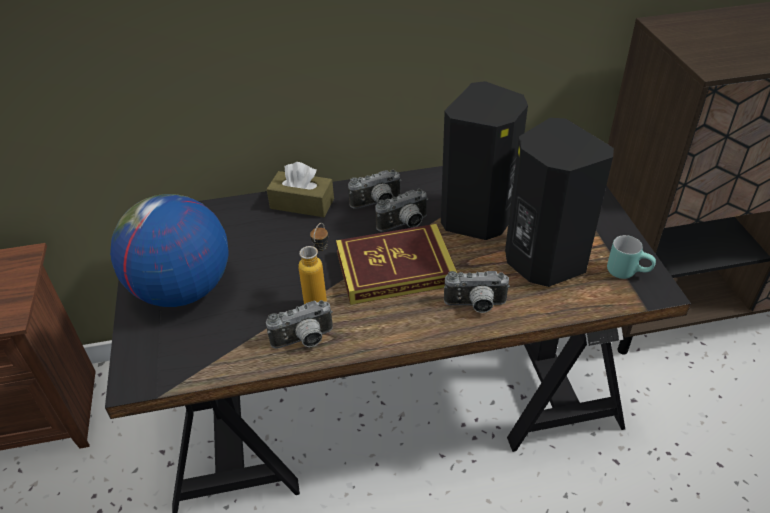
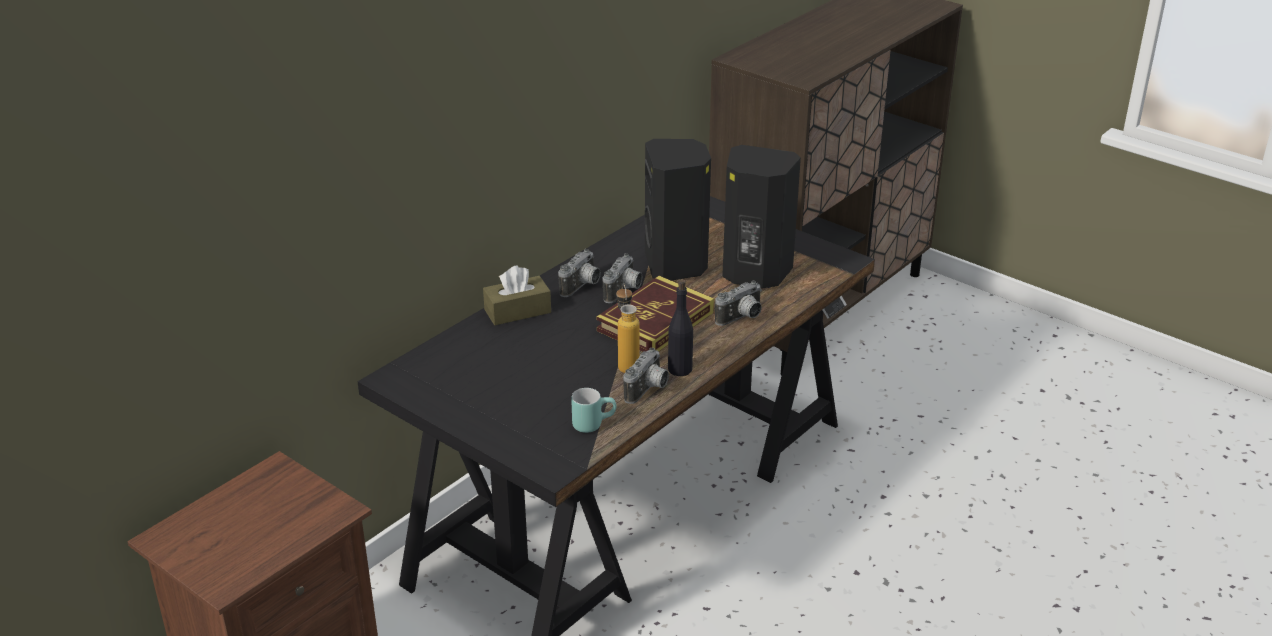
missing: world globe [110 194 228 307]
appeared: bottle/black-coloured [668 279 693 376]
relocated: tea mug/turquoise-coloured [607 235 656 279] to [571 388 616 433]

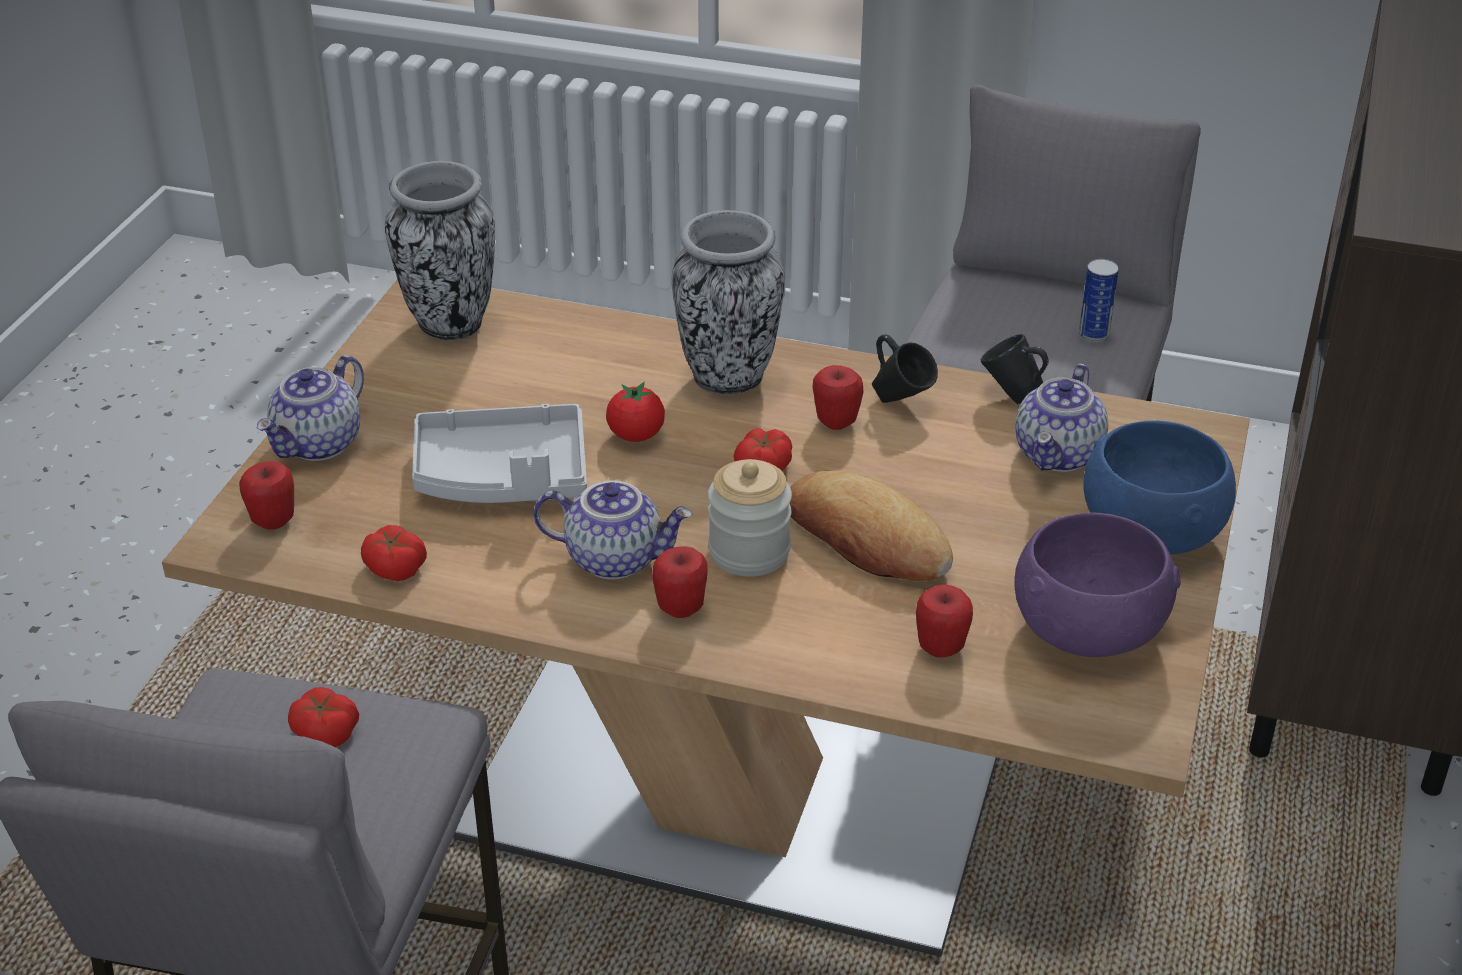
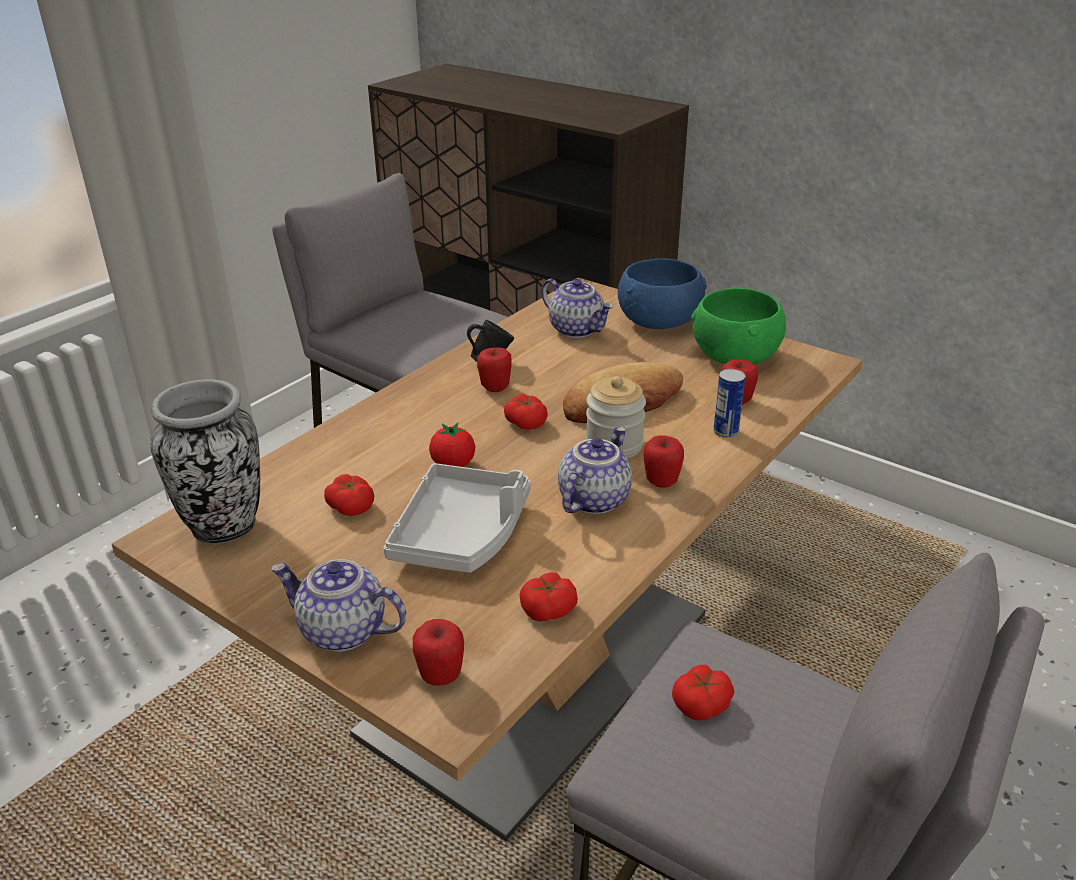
missing: vase [672 210 785 395]; tea mug/black-coloured [981 334 1049 404]
appeared: tomato [324 474 374 516]
relocated: can [1079 259 1119 342] to [713 369 746 438]
colour: serving bowl/purple-coloured [1014 513 1181 657] to serving bowl/green-coloured [691 288 786 365]
spun: teapot [256 355 364 461] = [271 559 406 652] 150 degrees clockwise

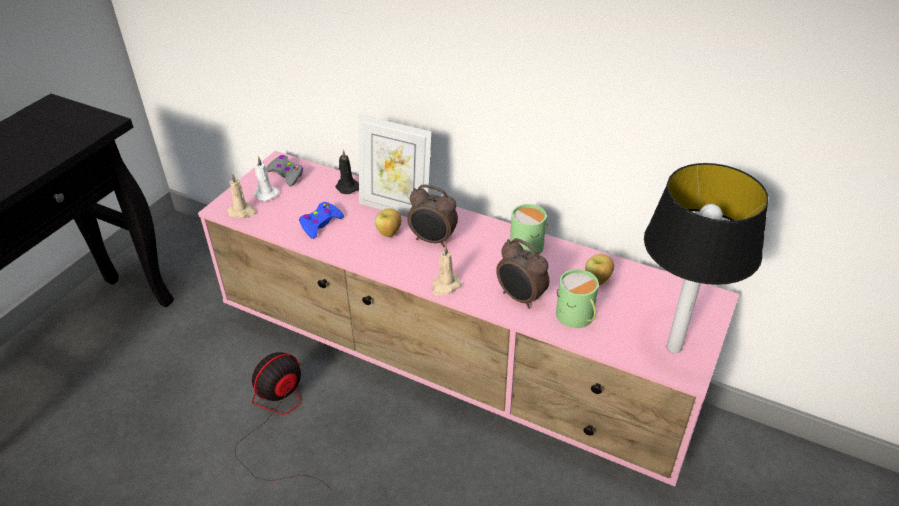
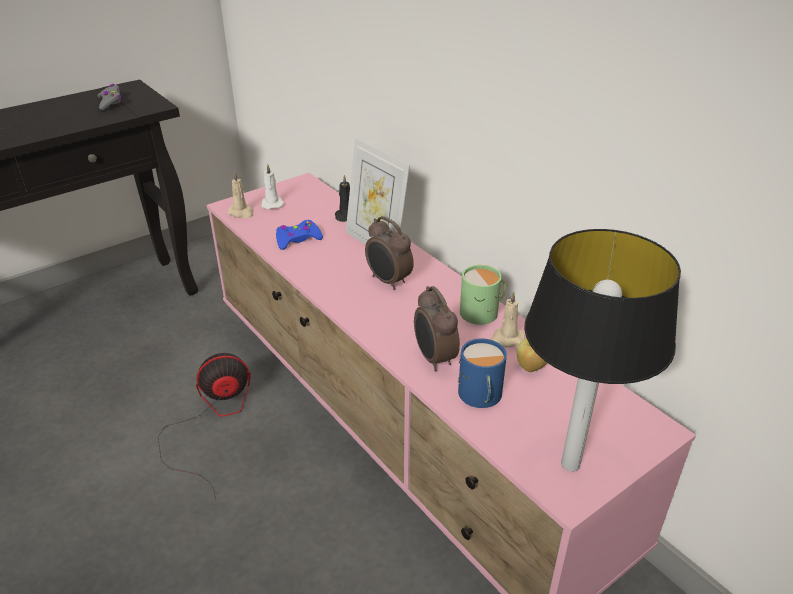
missing: apple [375 208 401 237]
relocated: joypad/greyish [266 155 303 187] to [98 84 121 110]; wax light/beige-coloured [432 246 461 295] to [490 291 525 348]
colour: tea mug/green-coloured [556 269 599 328] to tea mug/blue-coloured [458 338 507 408]

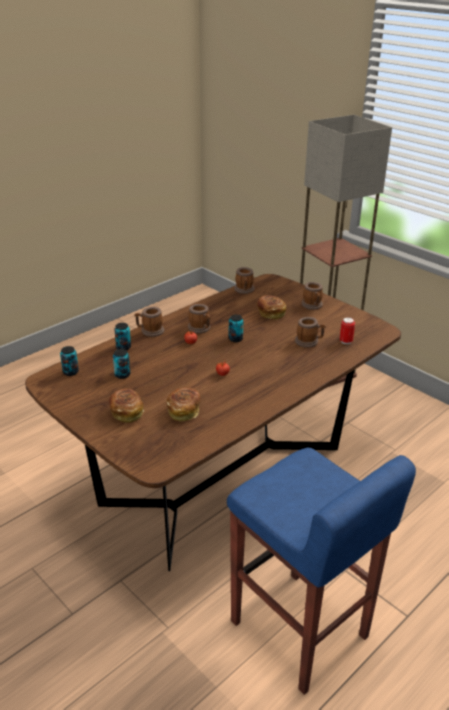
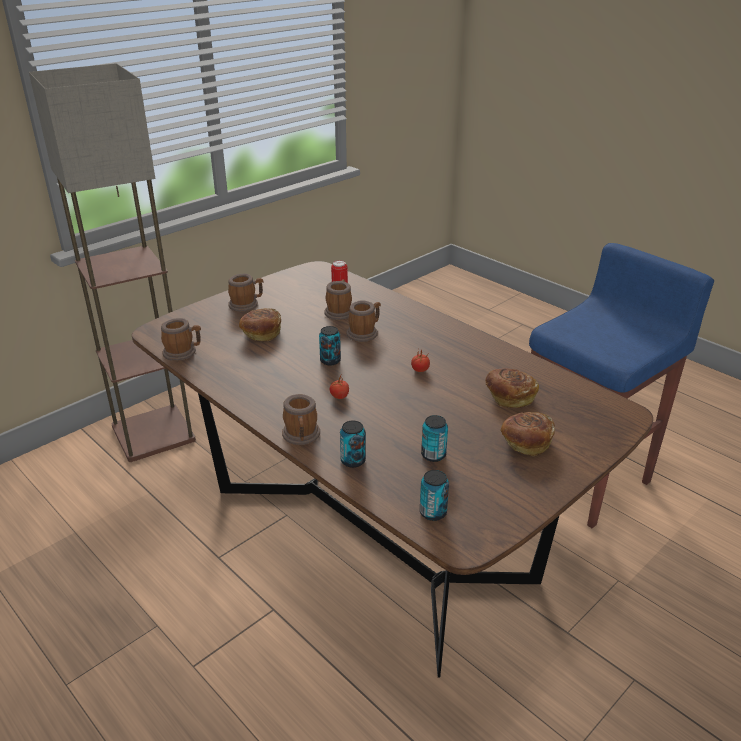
relocated: tea mug [188 304 210 333] to [347 300 381 342]

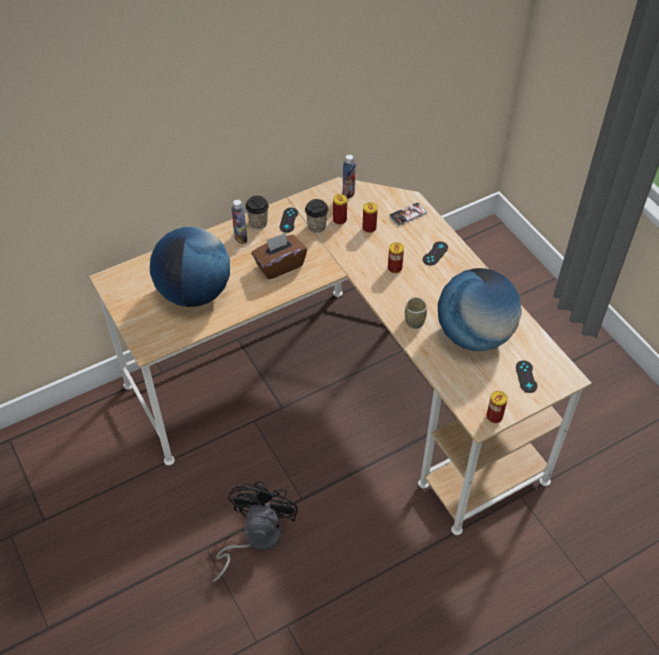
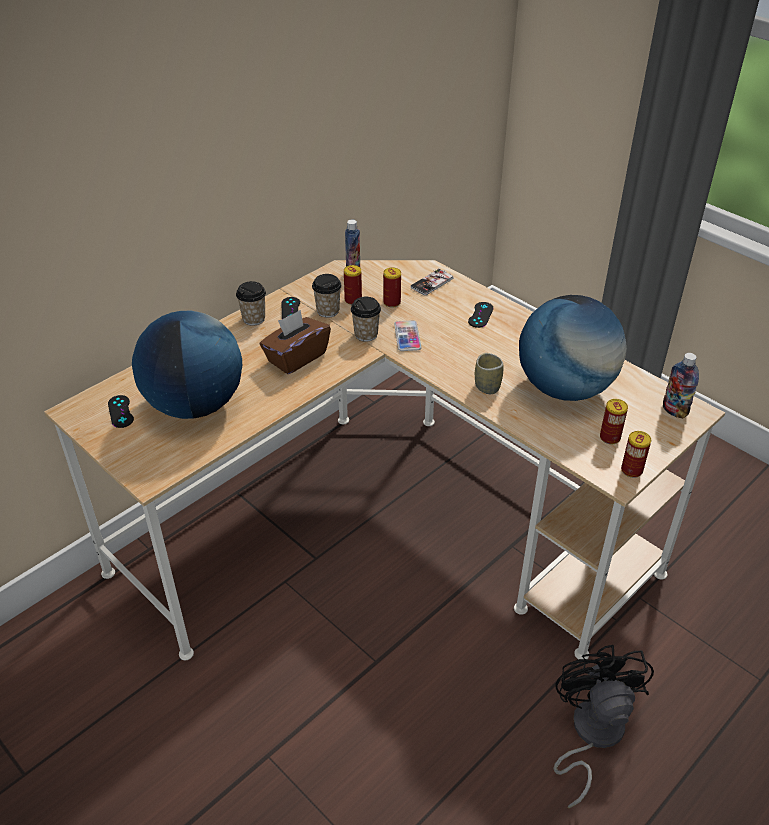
appeared: cup [351 297 381 342]; phone [394 320 421 351]
relocated: fan/black-coloured [213 482 298 582] to [553 645 654 808]; bottle [231 199 247 244] to [663 353 699 419]; can [388 242 404 273] to [600 399 628 444]; joypad/black-coloured [516 361 538 393] to [108 395 134 428]

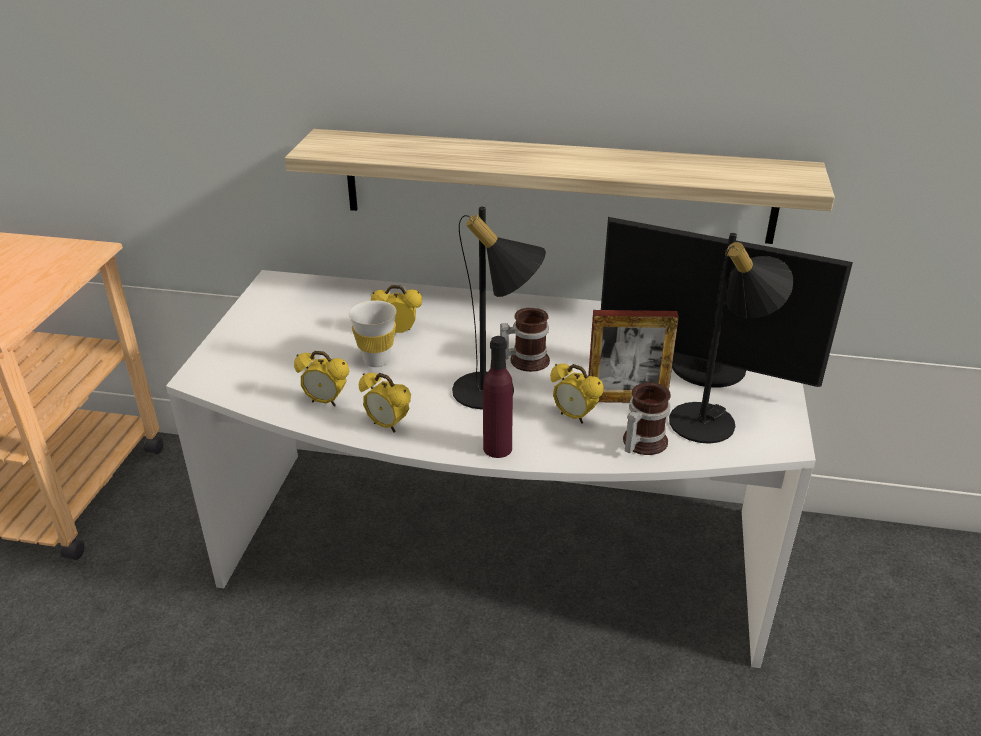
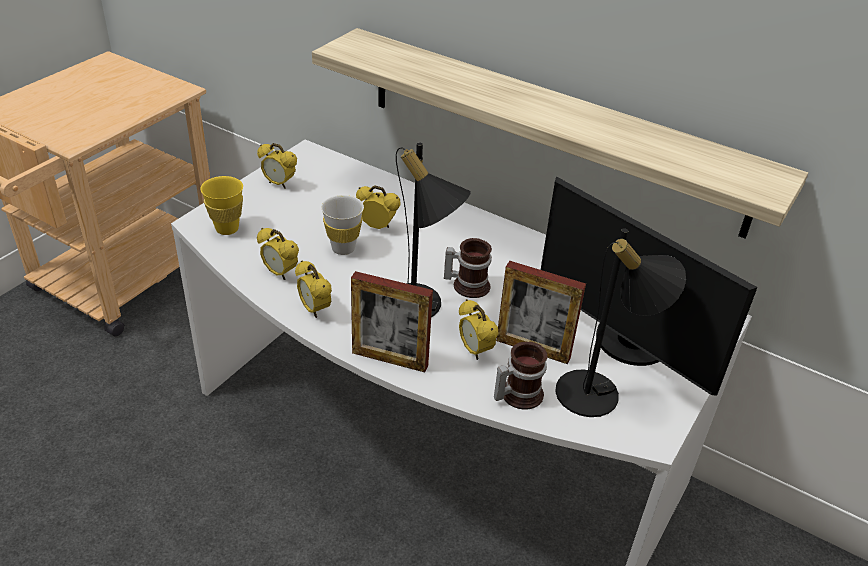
appeared: cup/yellowish [200 176 243 235]; bedside clock [257 143 297 188]
exchanged: bottle/purple-coloured [483 336 513 458] to picture frame [351 271 433 372]

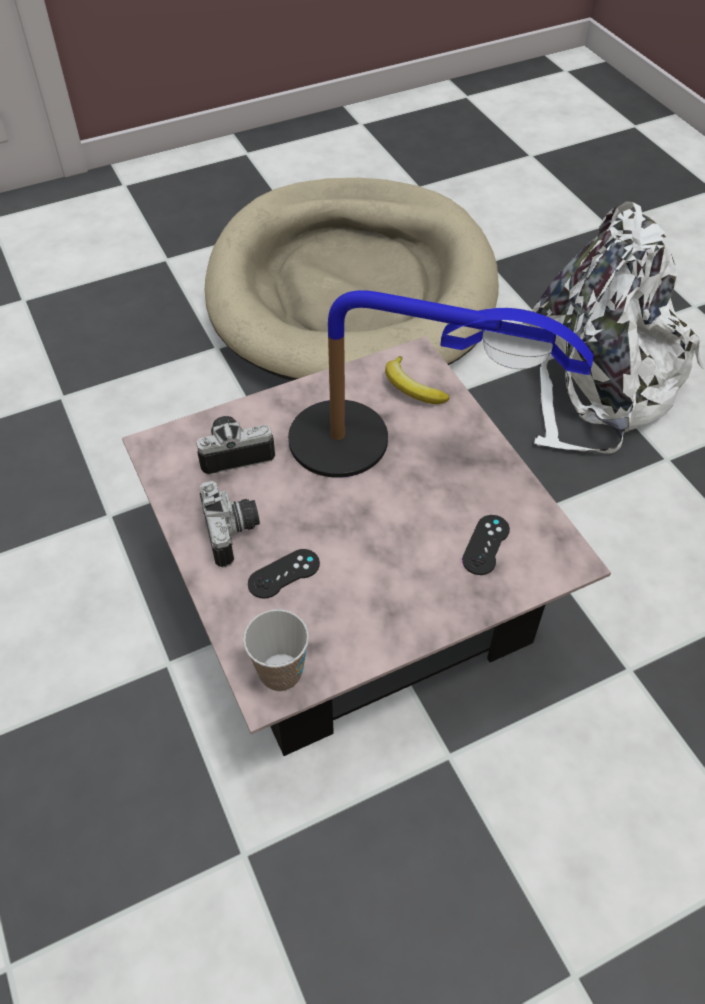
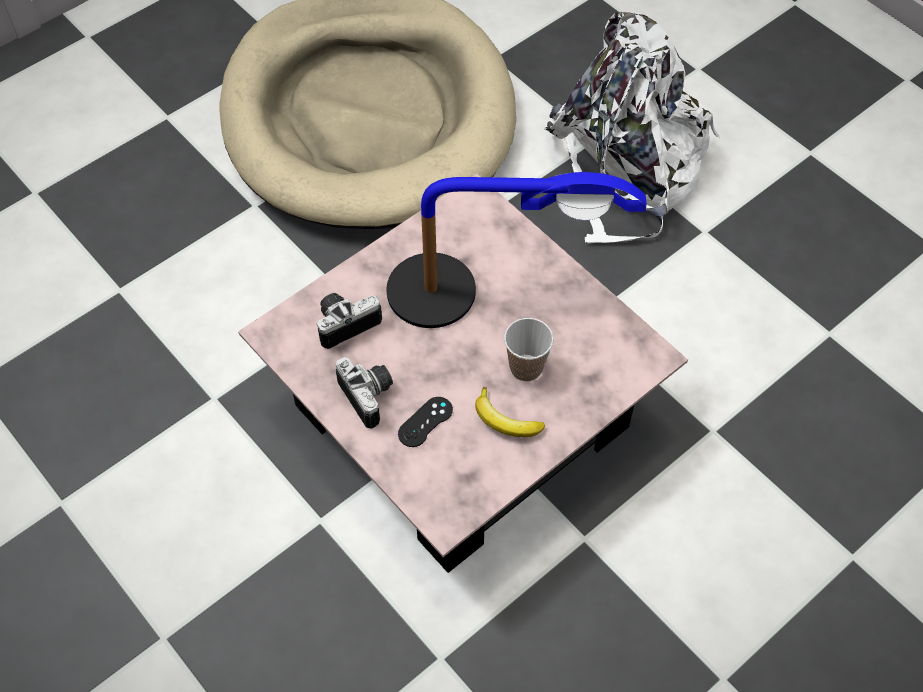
missing: joypad/black-coloured [462 515 510 575]
relocated: cup [243 609 309 691] to [504 318 554 381]; banana [385 356 449 404] to [475 386 545 437]

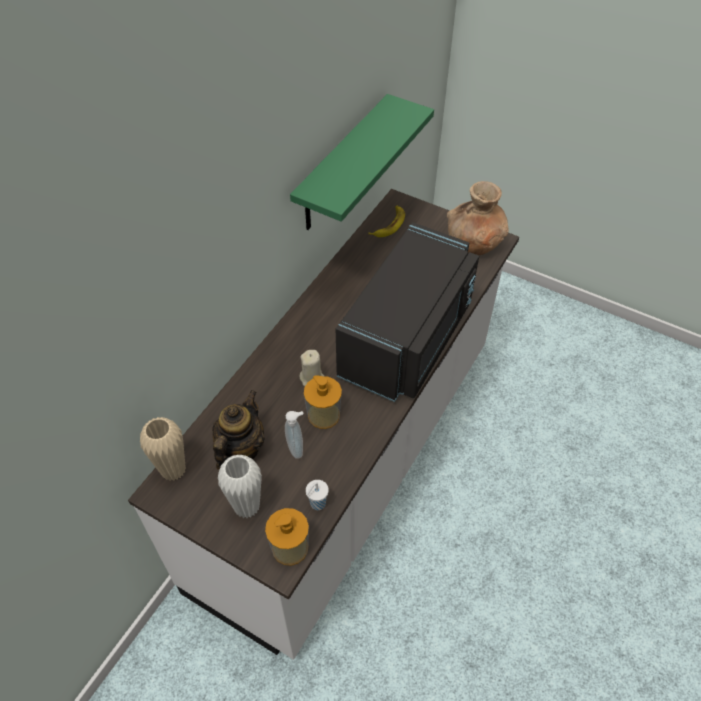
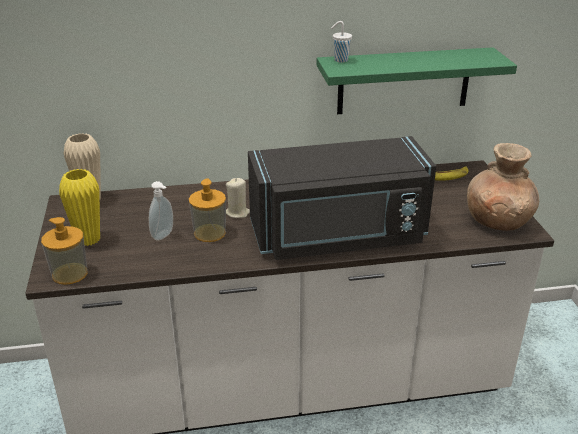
missing: teapot [212 390 265 470]
relocated: cup/white [306 480 329 510] to [331 21 352 62]
colour: vase/white [218 455 262 518] to vase/yellowish [59 169 100 246]

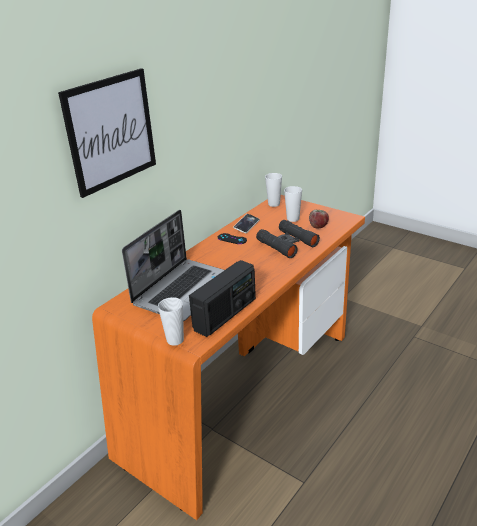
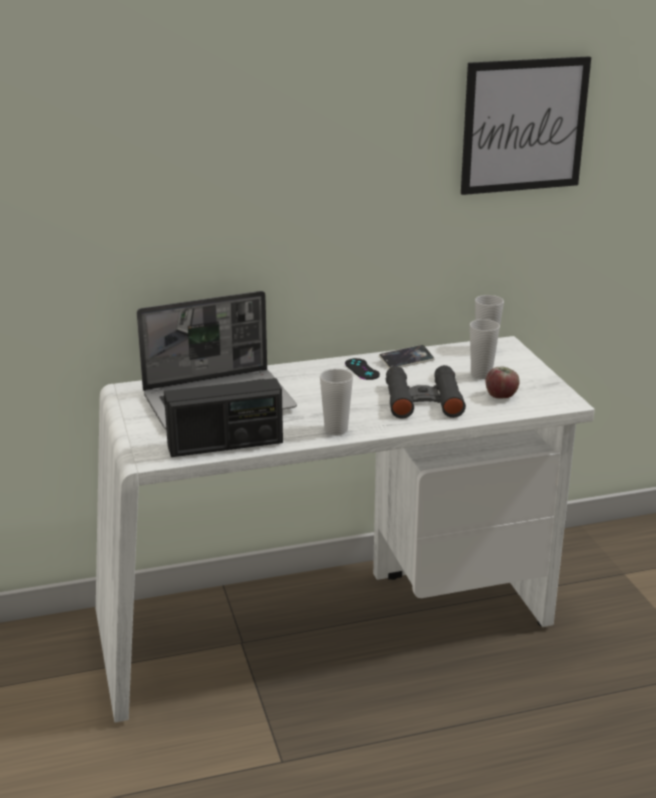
relocated: picture [58 68 156 198] to [461 56 591 195]; cup [158 297 184 346] to [320 369 353 435]
colour: desk unit/orange-coloured [92 195 365 520] to desk unit/white [96 336 595 722]

